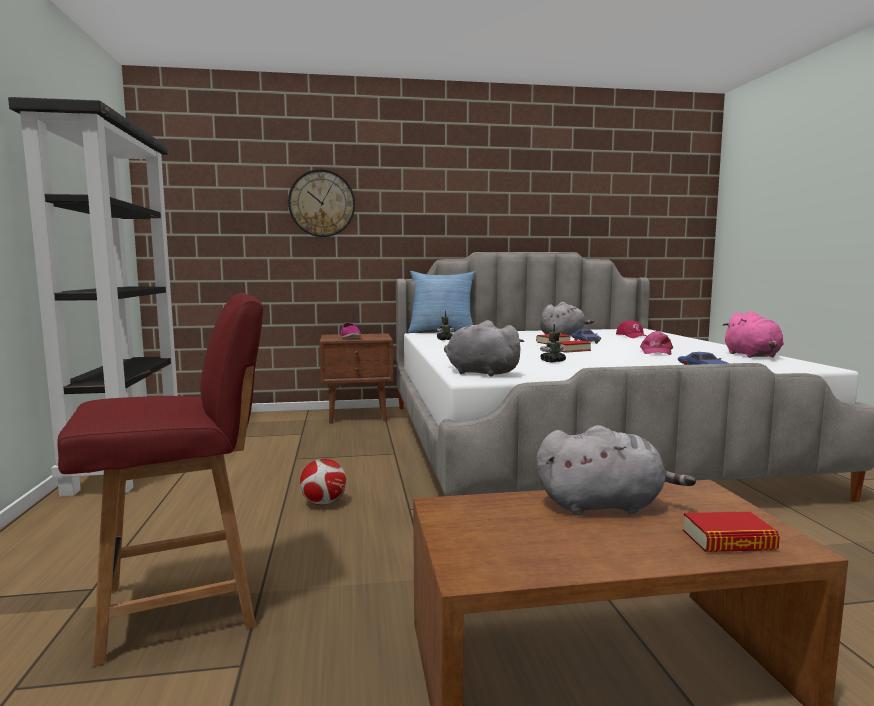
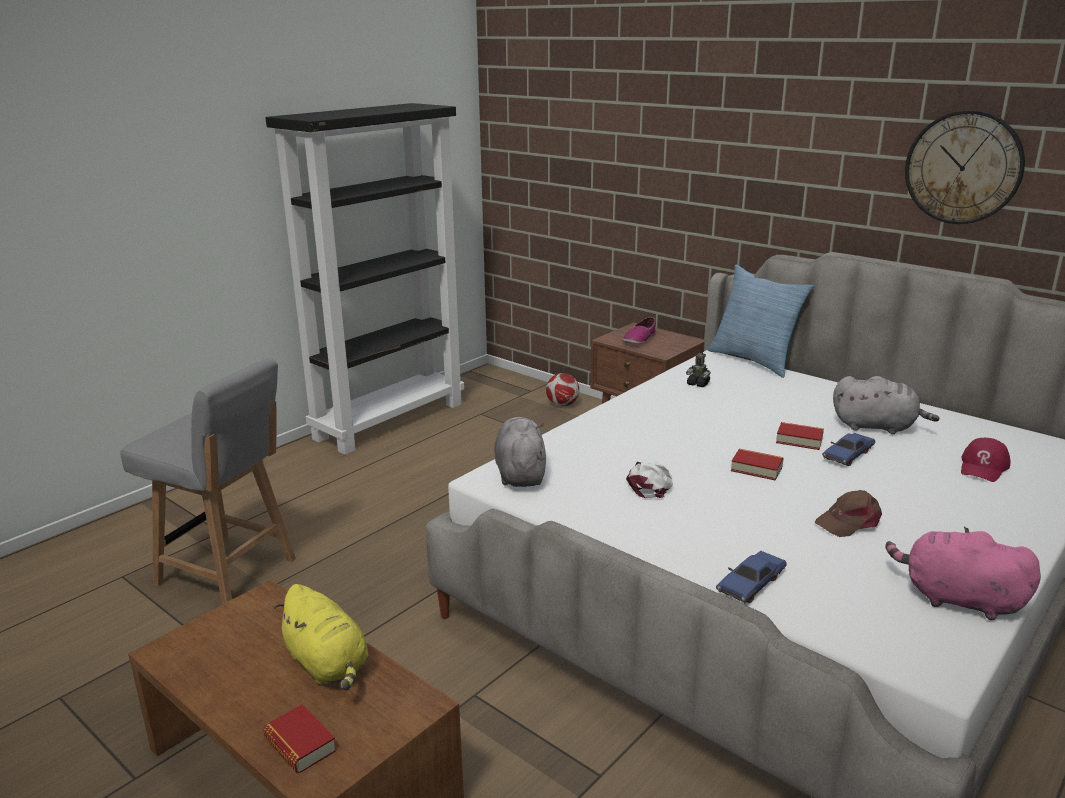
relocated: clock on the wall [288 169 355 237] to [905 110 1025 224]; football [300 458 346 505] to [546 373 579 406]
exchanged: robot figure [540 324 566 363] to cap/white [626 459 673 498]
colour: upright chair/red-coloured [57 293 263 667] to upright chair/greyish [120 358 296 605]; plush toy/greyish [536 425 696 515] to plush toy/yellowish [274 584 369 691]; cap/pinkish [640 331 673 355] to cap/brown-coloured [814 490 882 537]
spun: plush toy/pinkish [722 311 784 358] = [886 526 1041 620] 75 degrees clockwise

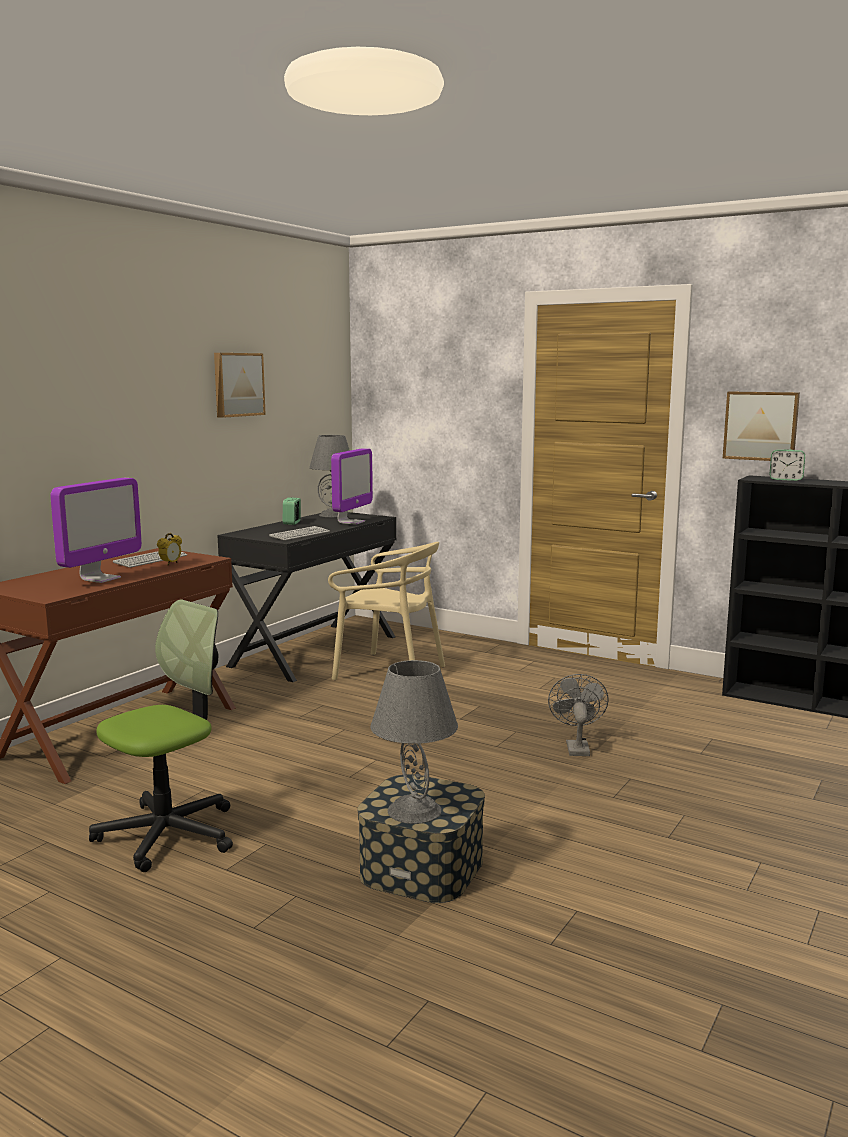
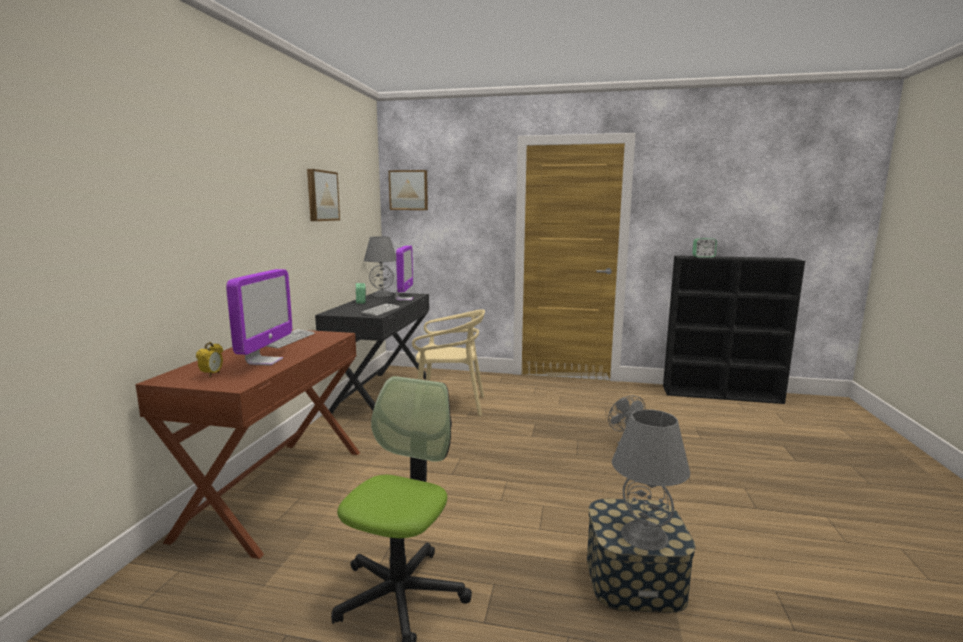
relocated: bedside clock [157 533 182 565] to [196 342 223 377]; picture [723 392 800 461] to [389 170 428 210]

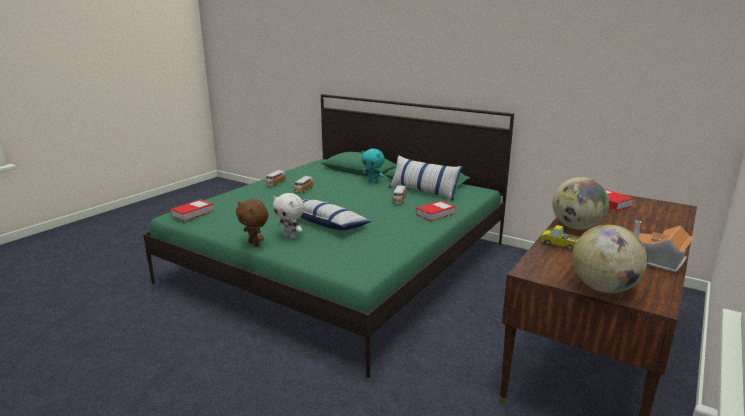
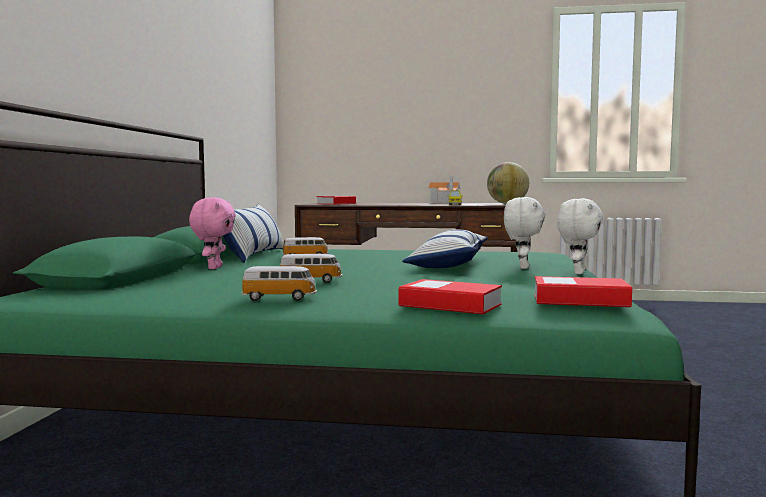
missing: world globe [552 177 609 230]
relocated: book [416 201 456 221] to [398 279 502 314]
colour: plush toy/brown-coloured [236 199 268 247] to plush toy/white [557 198 604 274]; plush toy/turquoise-coloured [362 149 385 183] to plush toy/pinkish [189 197 236 269]

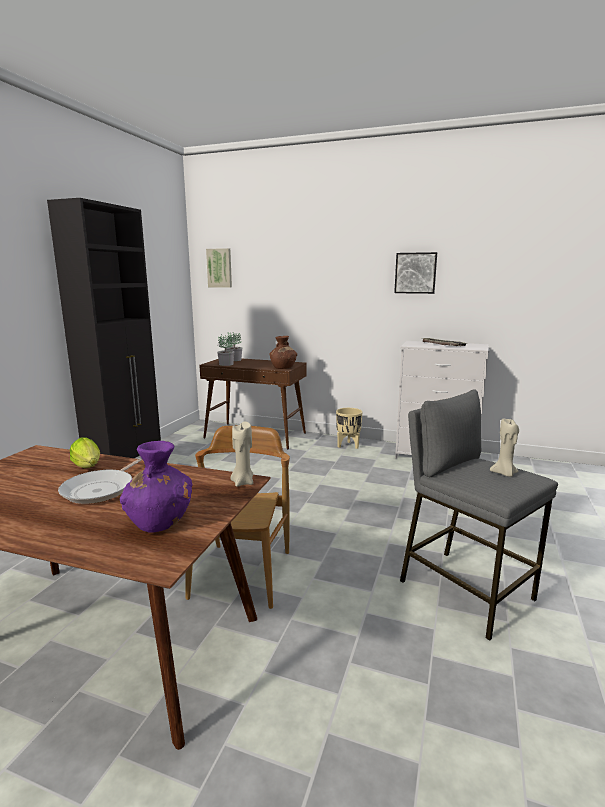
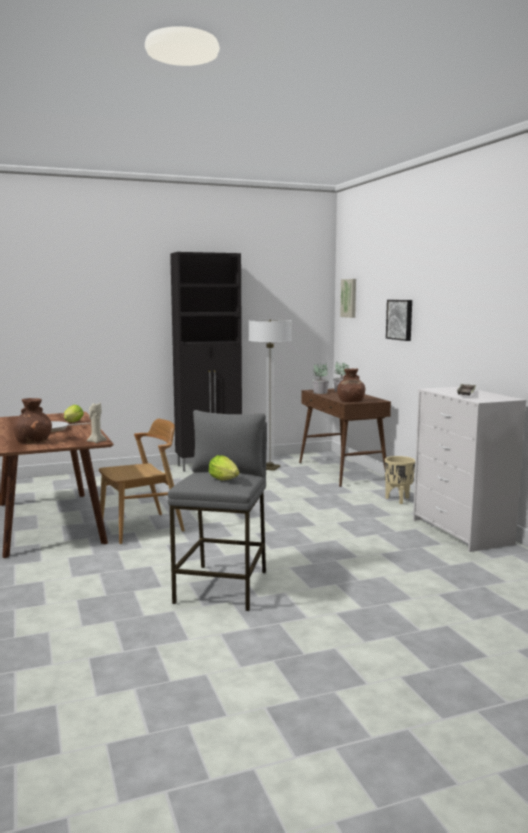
appeared: standing lamp [248 320 292 471]
relocated: picture [394 252 437 294] to [386 300 412 341]
exchanged: wax light/beige-coloured [490 419 519 477] to lettuce head [209 455 239 480]
colour: vase/purple-coloured [120 441 193 533] to vase/brown-coloured [13 398 52 443]

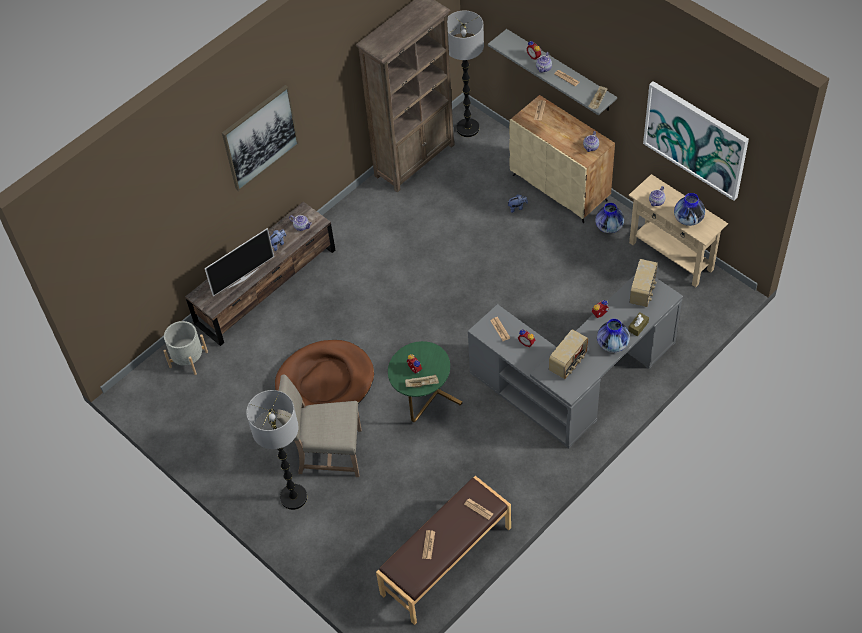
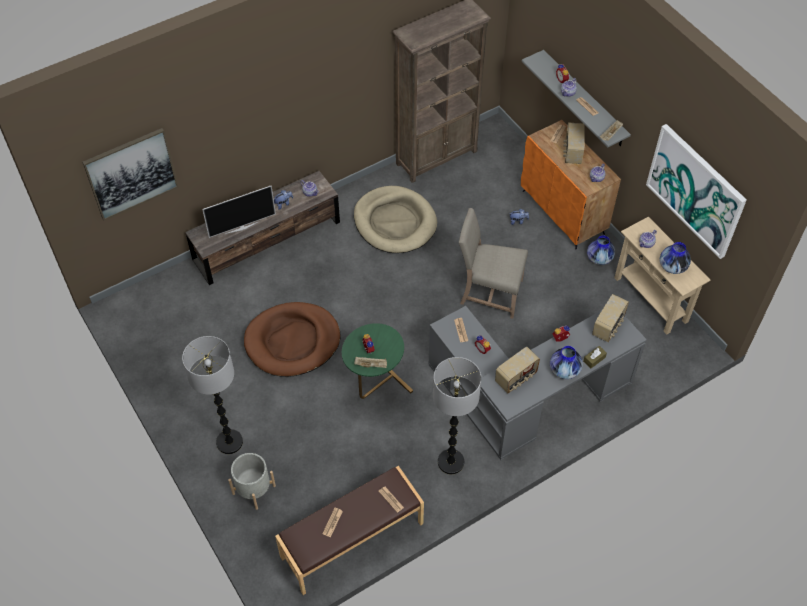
appeared: dog cushion/beige-coloured [354 186 437 253]; radio set [563 122 585 164]
relocated: flower pot/greyish [164 321 208 375] to [228 453 276 510]; picture [222 85 299 191] to [82 128 178 220]; upright chair/beige-coloured [277 374 361 477] to [458 208 528 319]; standing lamp [447 10 484 137] to [433 357 482 474]
colour: cabinet/beige-coloured [509 95 615 223] to cabinet/orange-coloured [521 120 621 250]

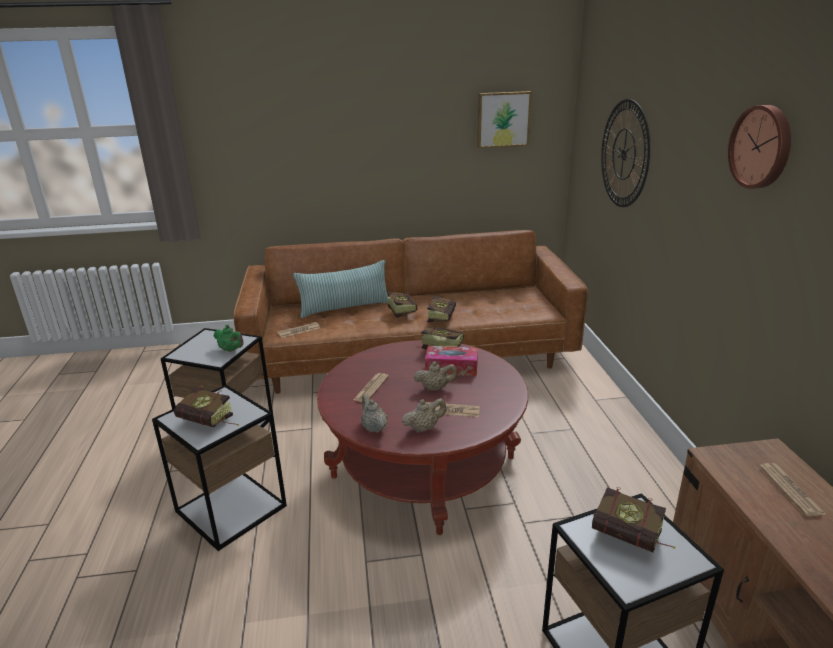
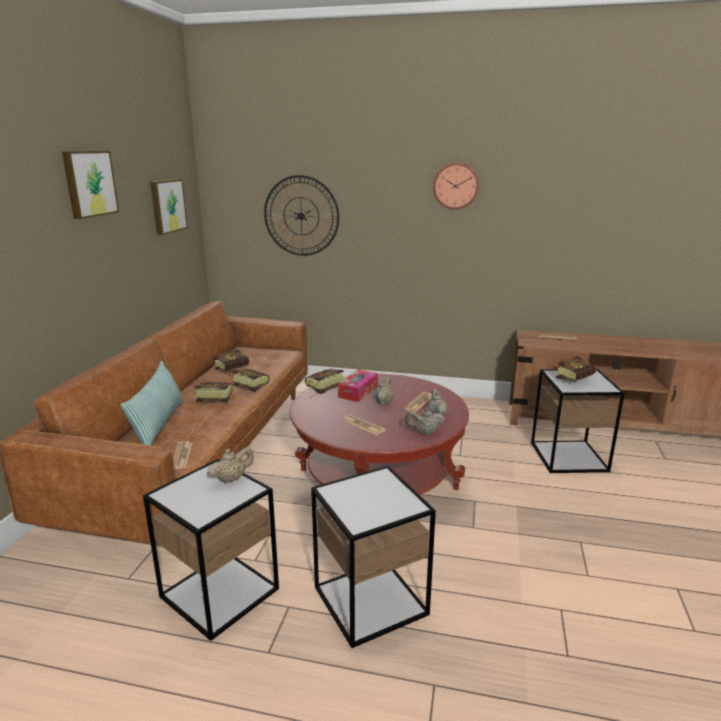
appeared: picture [62 151 119 219]
relocated: book [174 386 239 427] to [214 349 249 371]
colour: teapot/green-coloured [214 325 244 352] to teapot/beige-coloured [207 447 254 484]

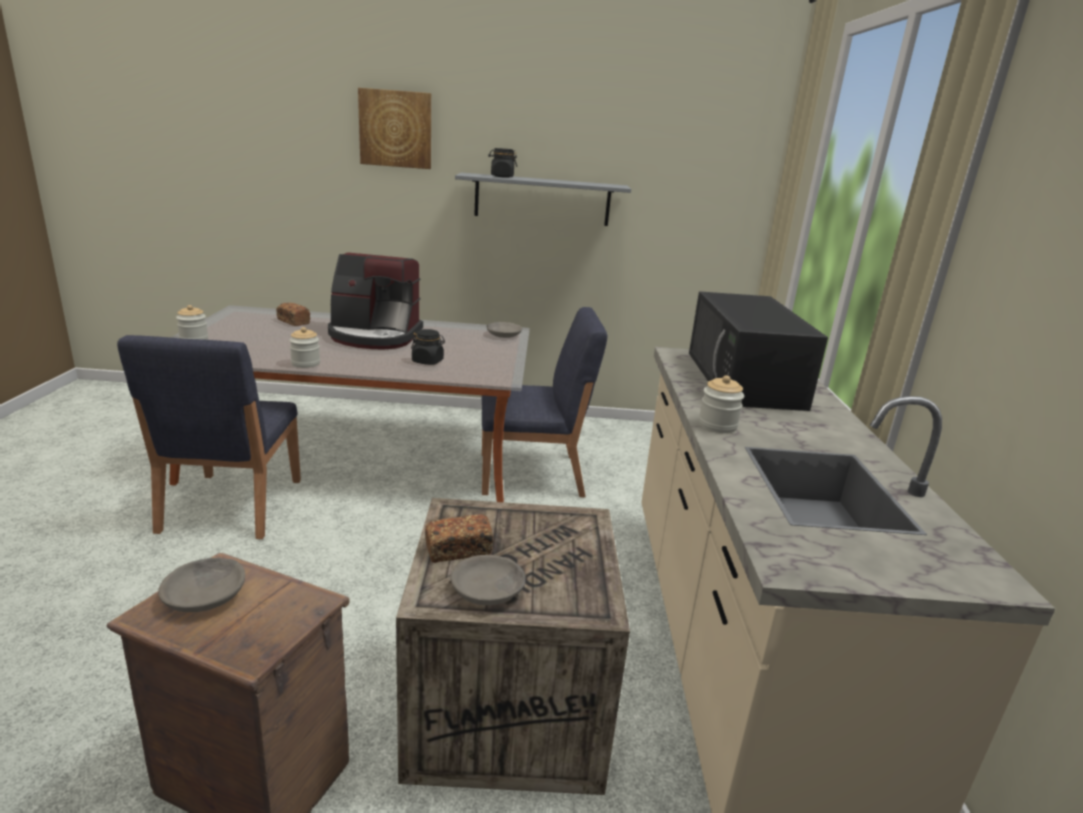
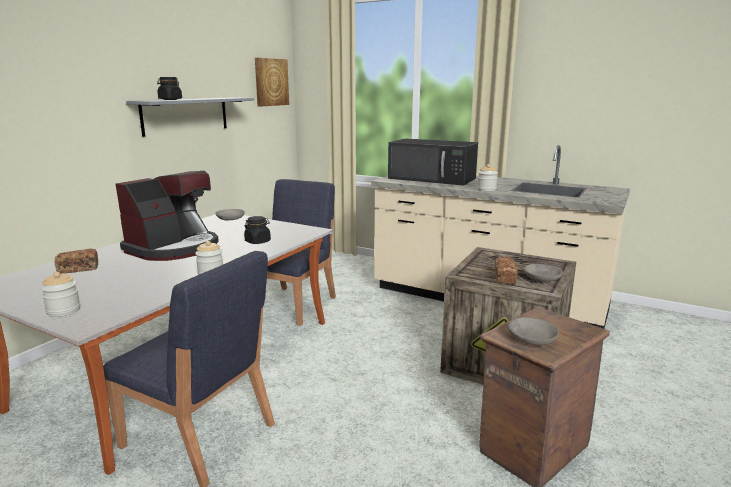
relocated: picture [358 88 431 169] to [255 58 289 107]

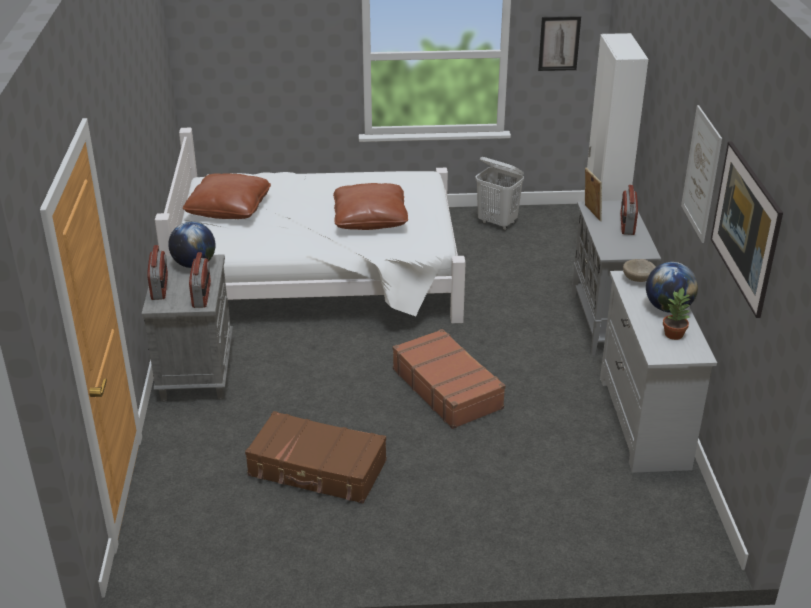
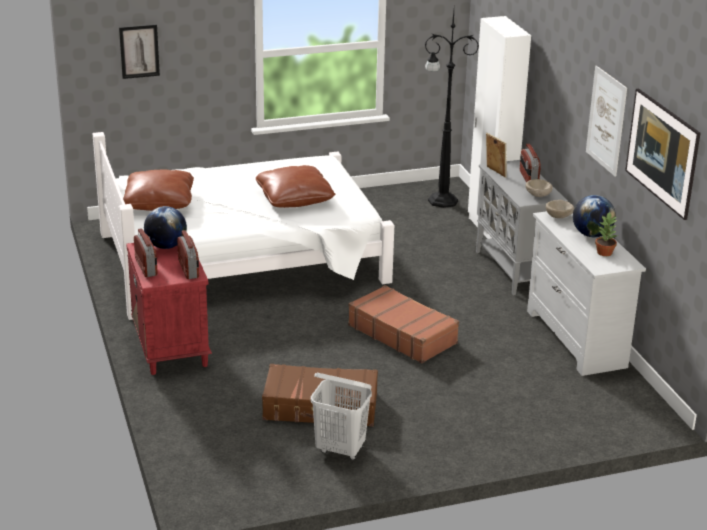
appeared: standing lamp/black-coloured [425 11 479 208]; serving bowl/beige-coloured [526 179 553 197]
relocated: washing basket/white [475 157 524 230] to [311 373 372 460]; picture [538 16 581 71] to [119 24 160 79]
colour: nightstand/greyish [142 254 233 402] to nightstand/red-coloured [126 243 212 375]

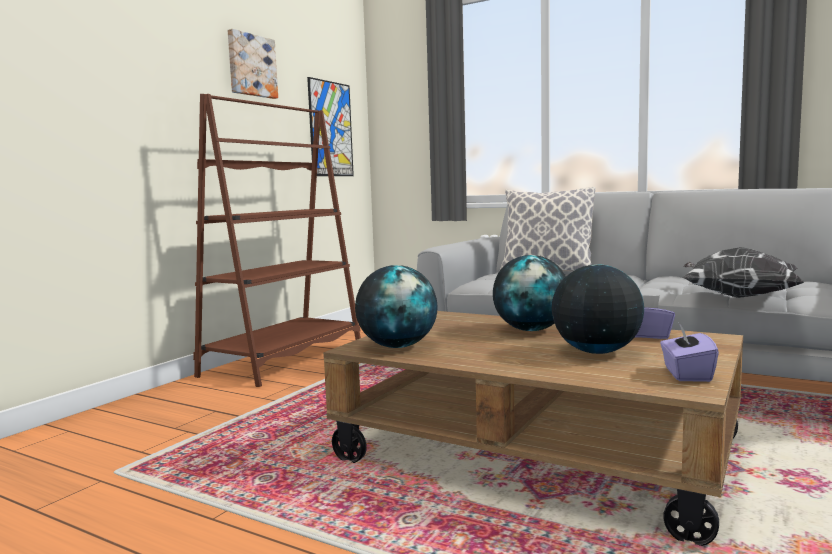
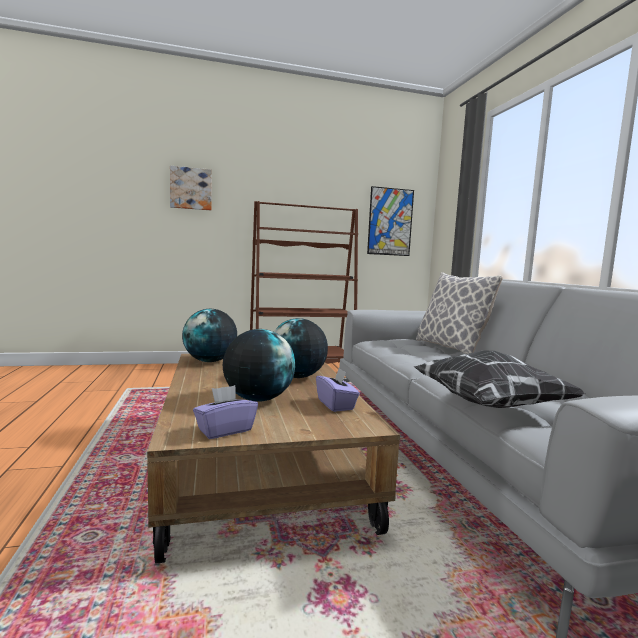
relocated: picture [228 29 278 99] to [170 166 212 210]

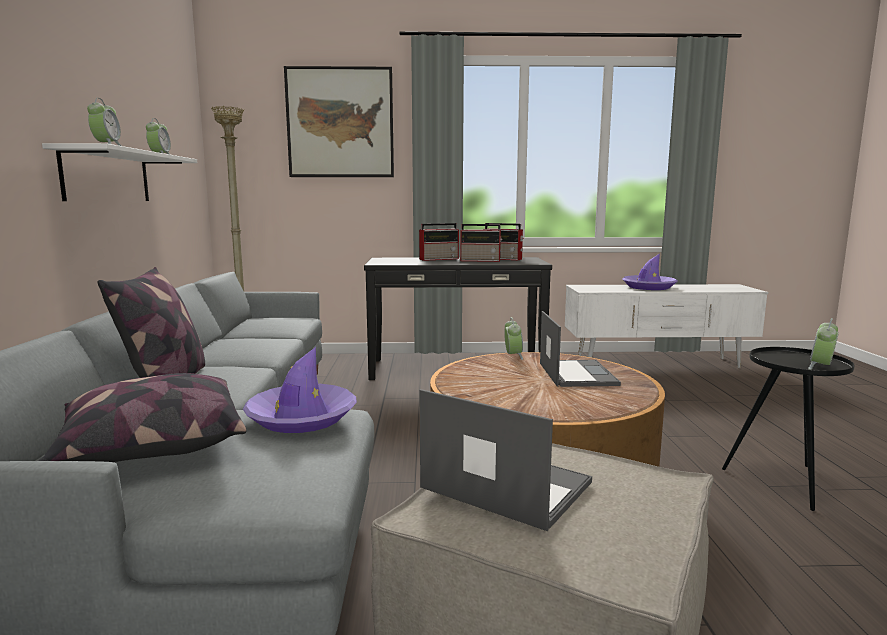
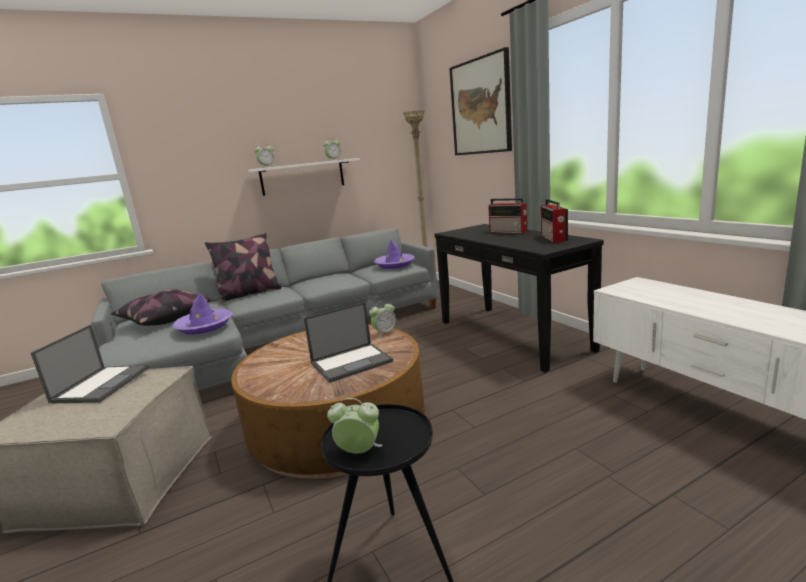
missing: radio set [460 224 503 262]
relocated: wearable hat/purple-coloured [622 254 677 290] to [374 240 415 269]

